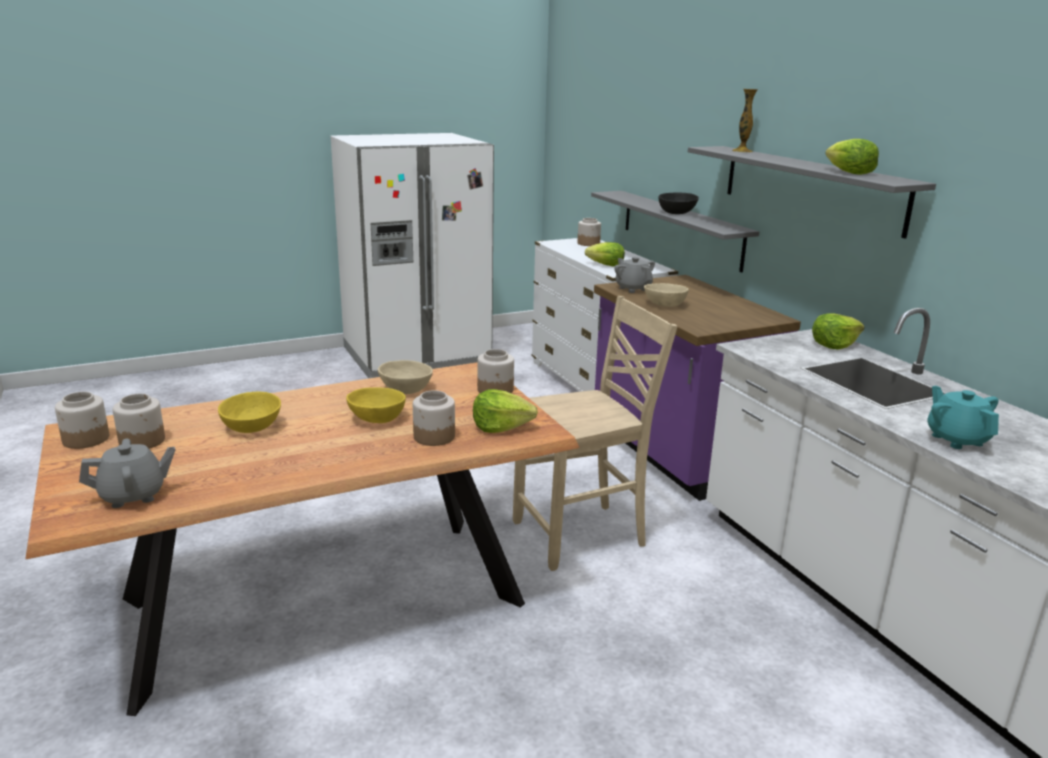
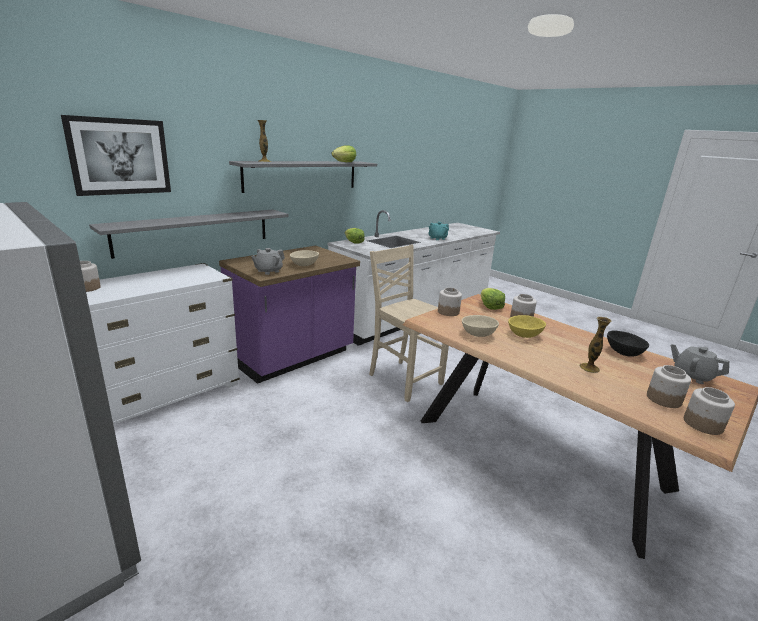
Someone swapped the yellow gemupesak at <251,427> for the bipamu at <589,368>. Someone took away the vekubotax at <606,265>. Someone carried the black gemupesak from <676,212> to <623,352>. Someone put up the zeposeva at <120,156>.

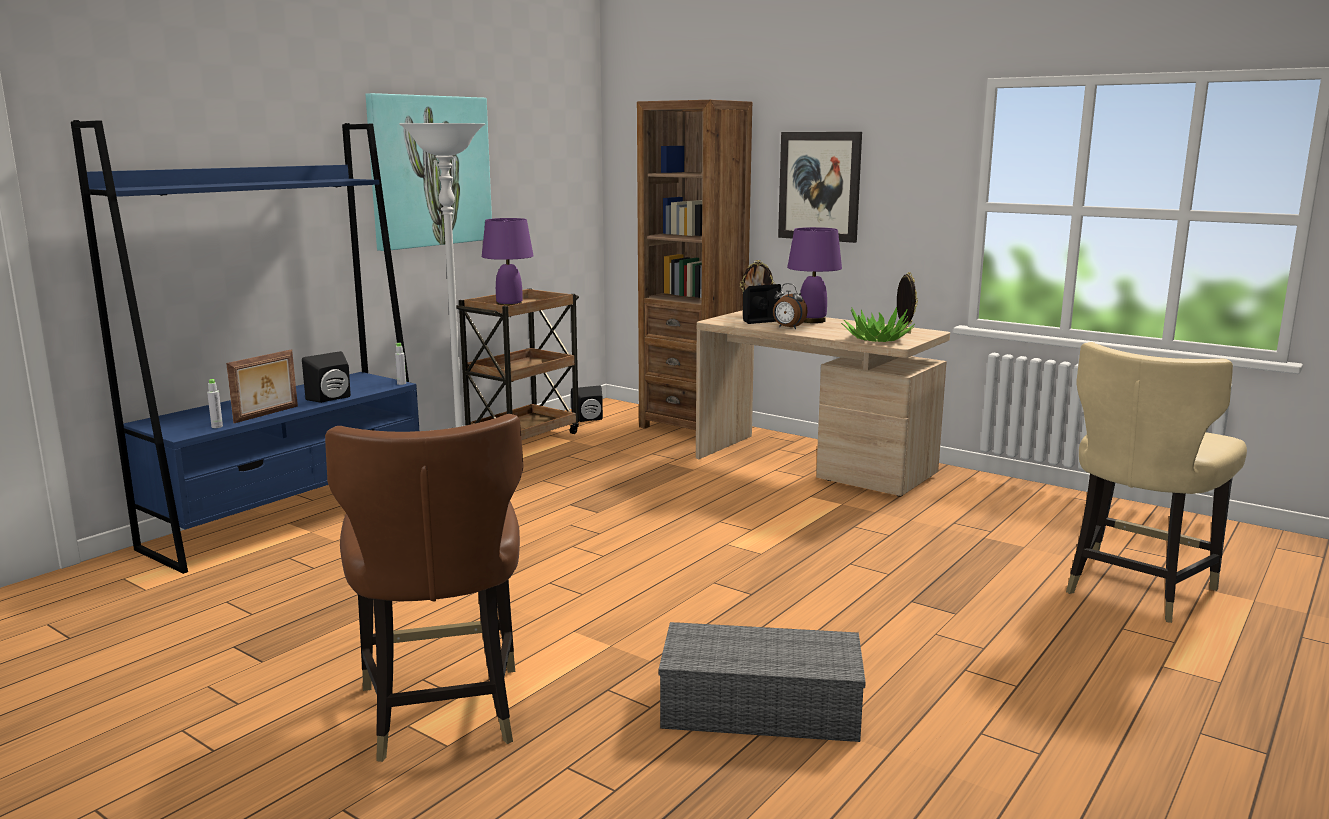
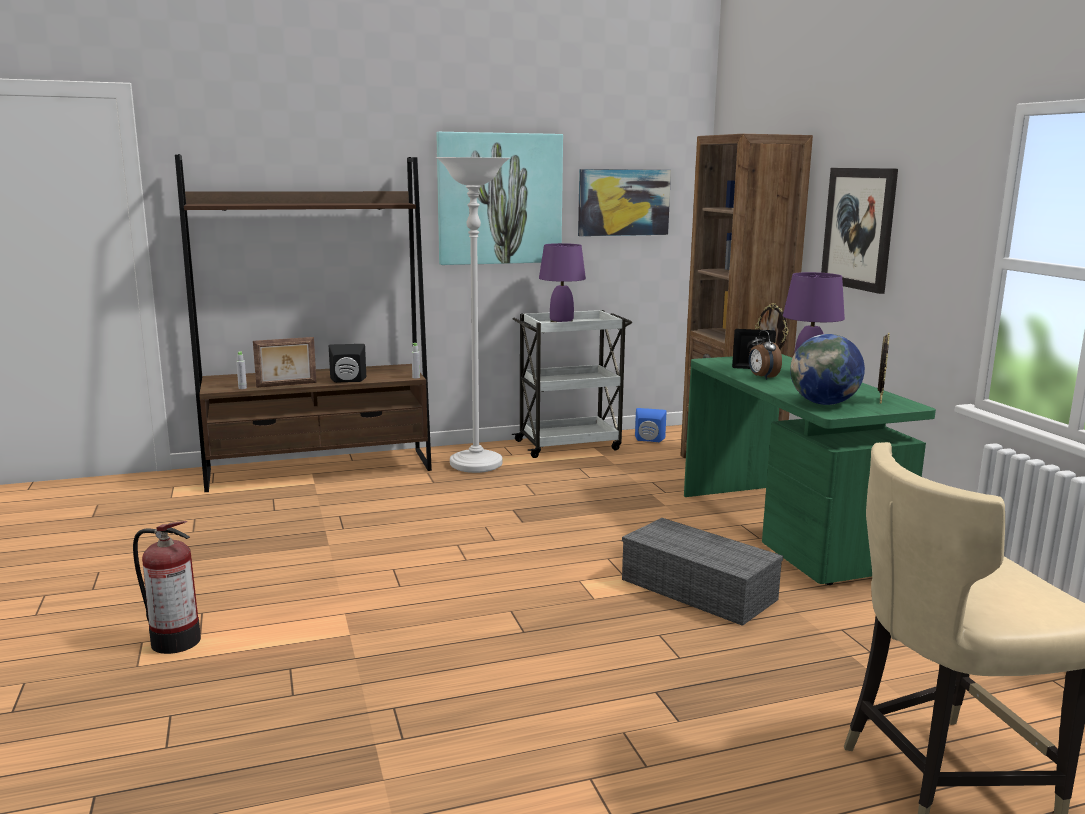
Someone repainted the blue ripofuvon at <291,517>, which became the brown ripofuvon at <320,470>. Someone swapped the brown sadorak at <441,712> for the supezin at <173,640>. Someone repainted the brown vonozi at <523,438>, which became the white vonozi at <569,445>. Someone repainted the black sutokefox at <589,419>, which became the blue sutokefox at <649,440>. Someone carried the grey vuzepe from <763,707> to <701,589>. Someone repainted the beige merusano at <814,466>, which became the green merusano at <788,530>. Someone swapped the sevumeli at <877,339> for the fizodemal at <824,403>. Someone put up the zeposeva at <623,202>.

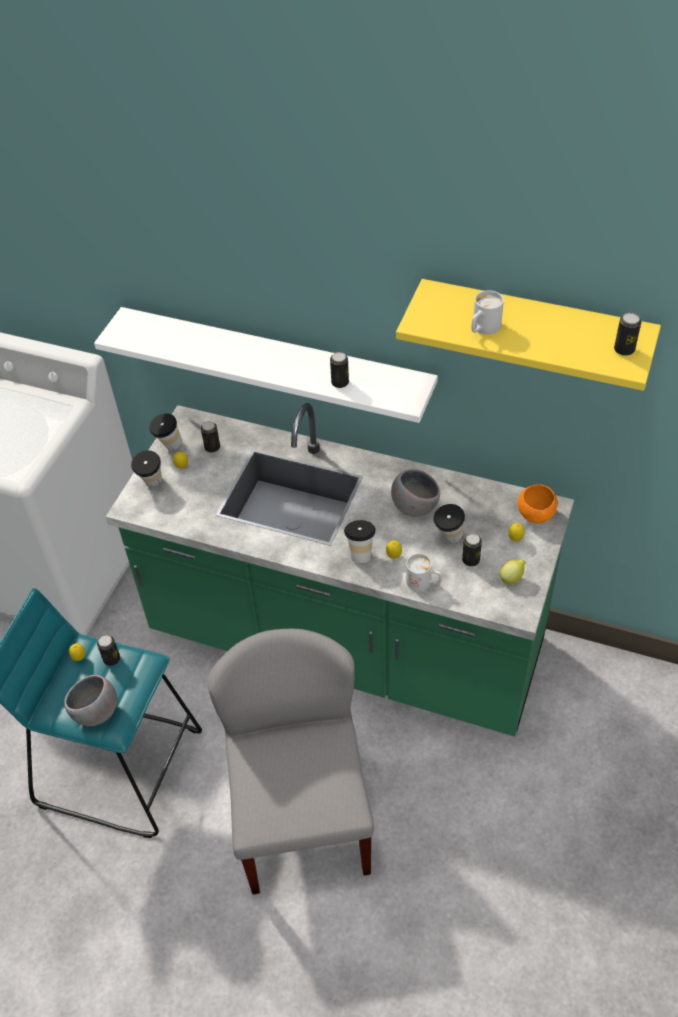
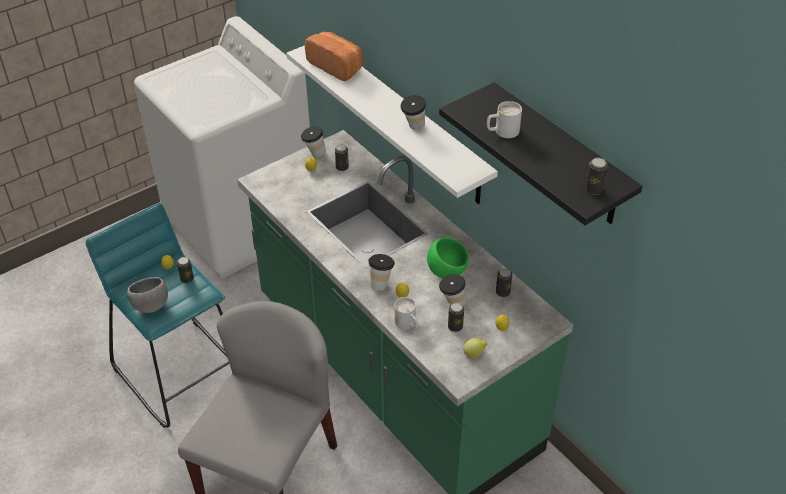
Someone carried the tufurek from <151,484> to <413,128>. Someone carried the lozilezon from <340,383> to <502,292>. Someone repainted the grey gemupesak at <414,507>, which became the green gemupesak at <446,271>. Someone repainted the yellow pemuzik at <534,330>, which became the black pemuzik at <560,156>. Someone took away the orange gemupesak at <535,514>. Someone put down the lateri at <337,66>.

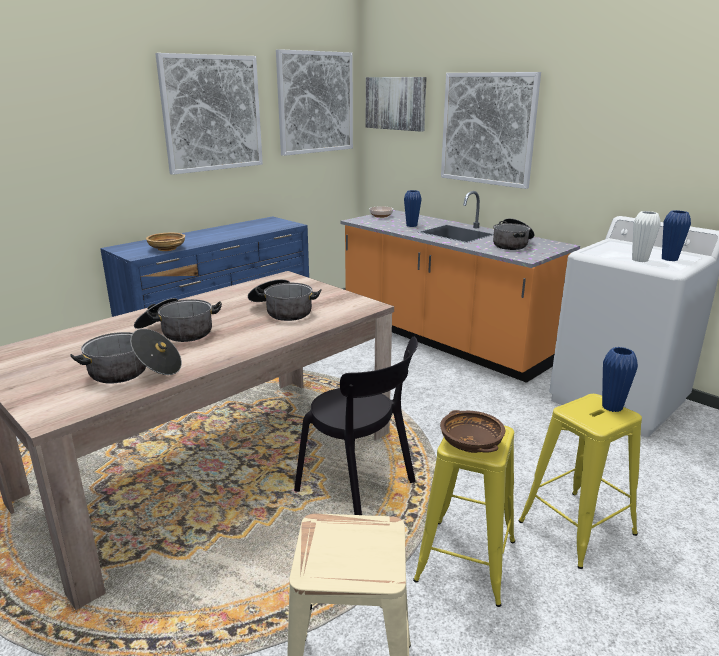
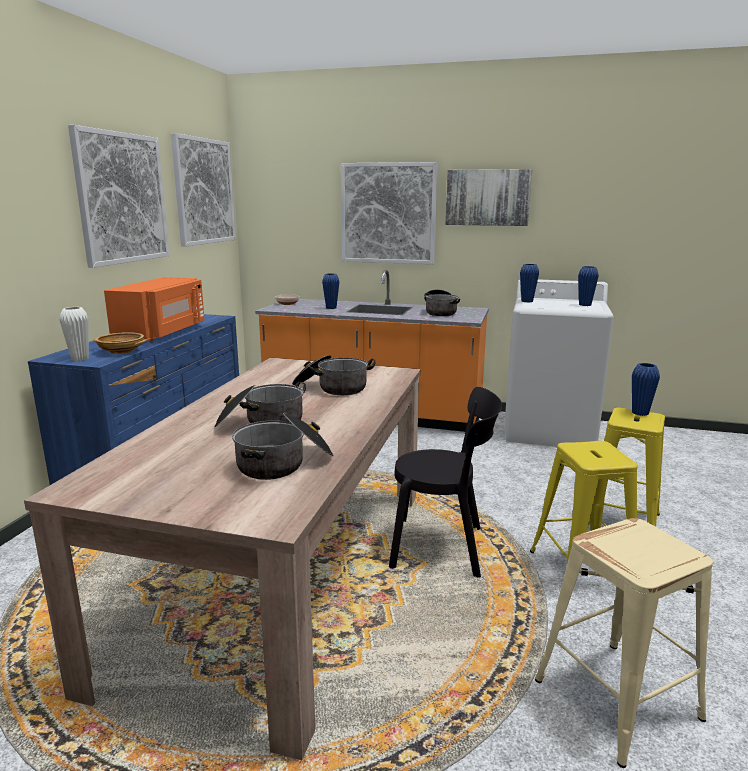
Someone carried the zeposeva from <396,103> to <487,197>. Someone took away the brown gemupesak at <471,444>. Someone carried the white bipamu from <640,260> to <80,359>. Someone put down the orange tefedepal at <163,333>. Someone put down the blue bipamu at <527,301>.

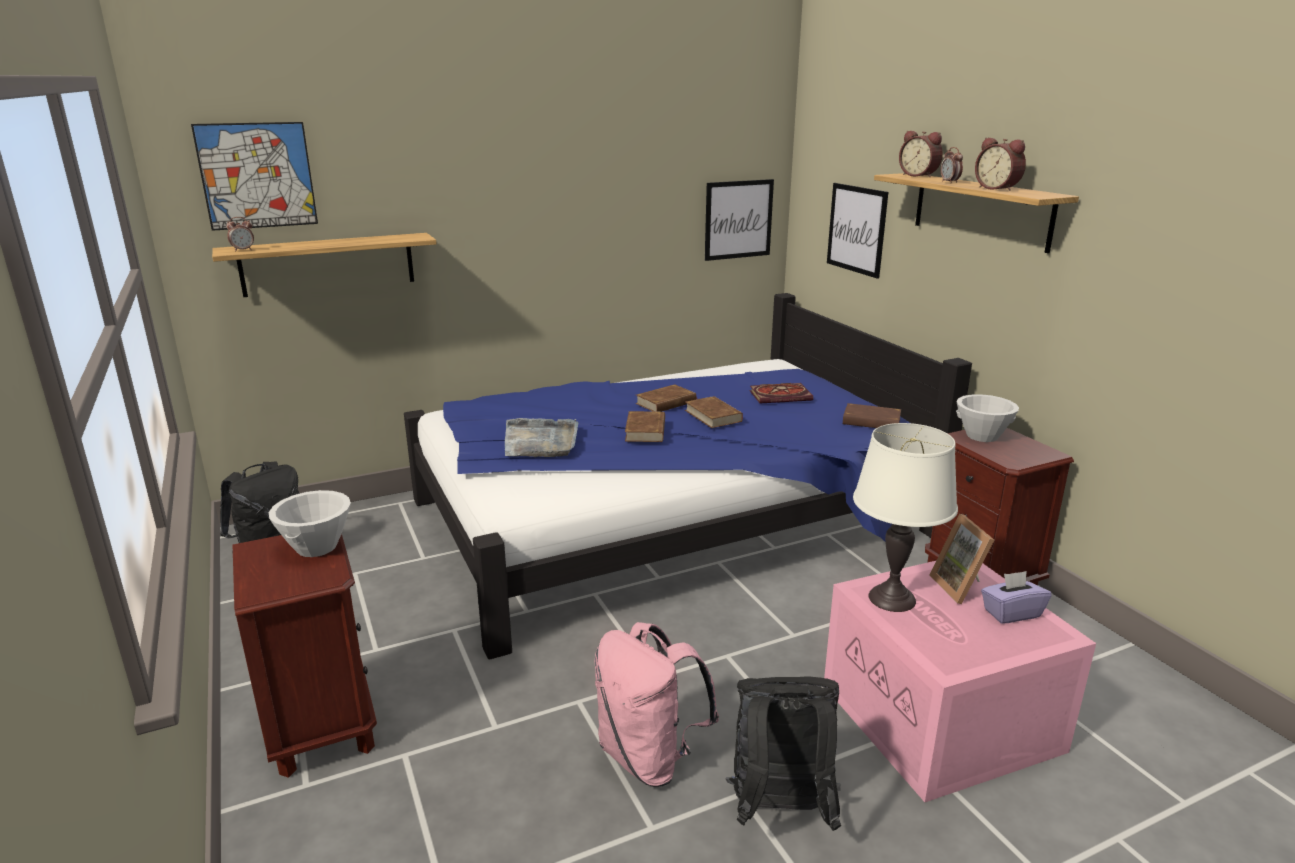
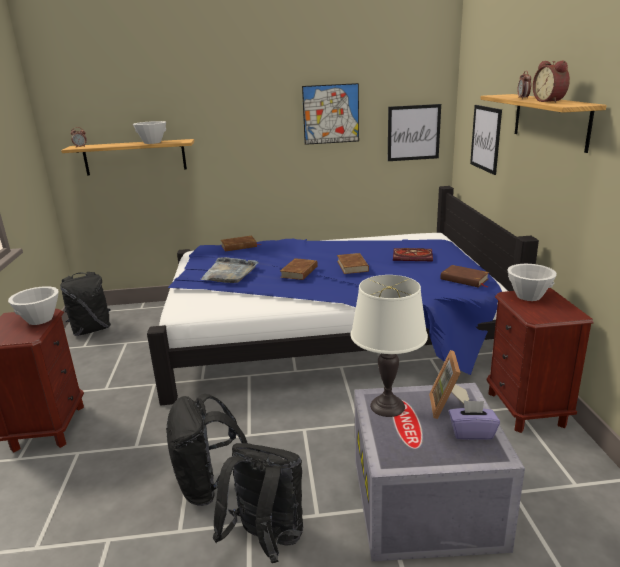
Someone carried the zeposeva from <257,176> to <331,114>. Someone repainted the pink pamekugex at <649,757>, which became the black pamekugex at <209,485>. Someone carried the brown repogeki from <666,403> to <239,246>. Someone repainted the pink vuzepe at <944,718>, which became the grey vuzepe at <428,504>. Someone took away the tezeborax at <919,175>. Someone put down the white gemupesak at <152,142>.

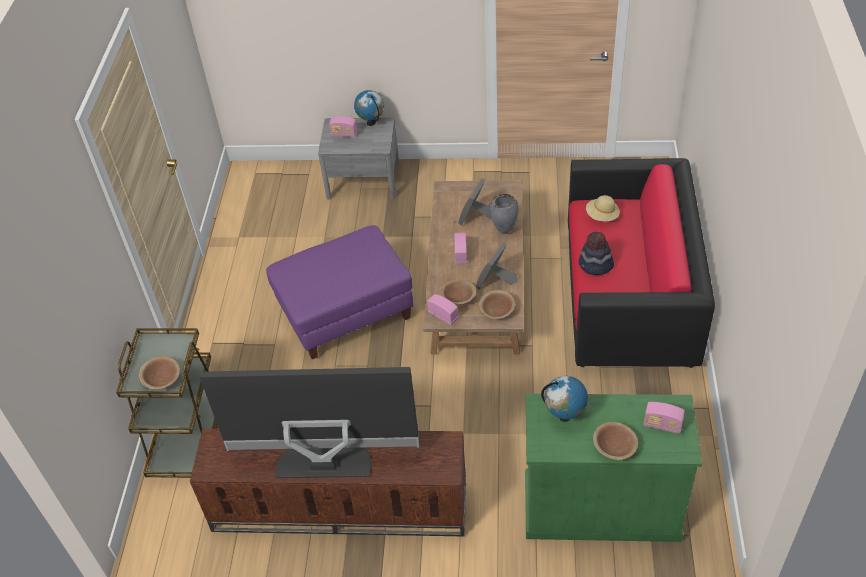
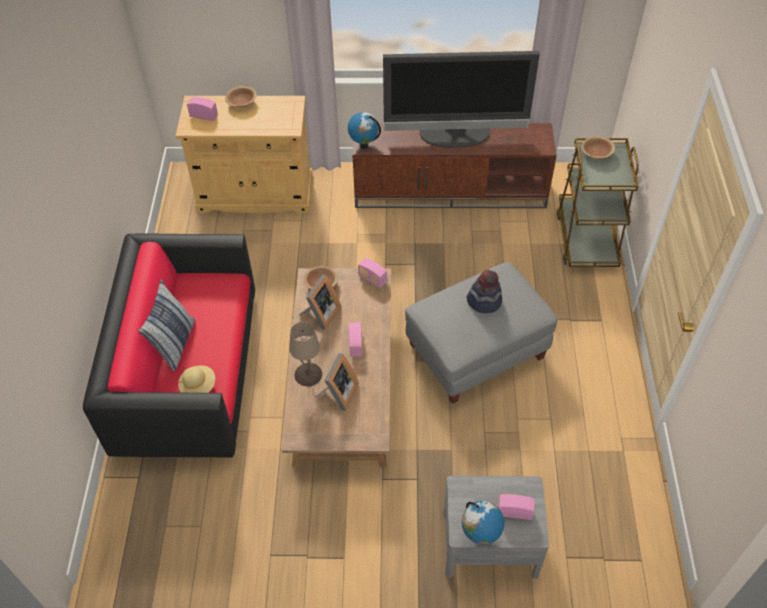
Someone repainted the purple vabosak at <345,313>, which became the grey vabosak at <476,351>. Someone took away the brown gemupesak at <458,298>. Someone swapped the grey bipamu at <504,232> for the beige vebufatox at <308,374>. Someone repainted the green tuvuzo at <601,507>, which became the beige tuvuzo at <255,194>. Someone carried the fizodemal from <564,416> to <364,145>. Someone carried the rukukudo from <595,265> to <484,301>. Someone put down the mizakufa at <175,344>.

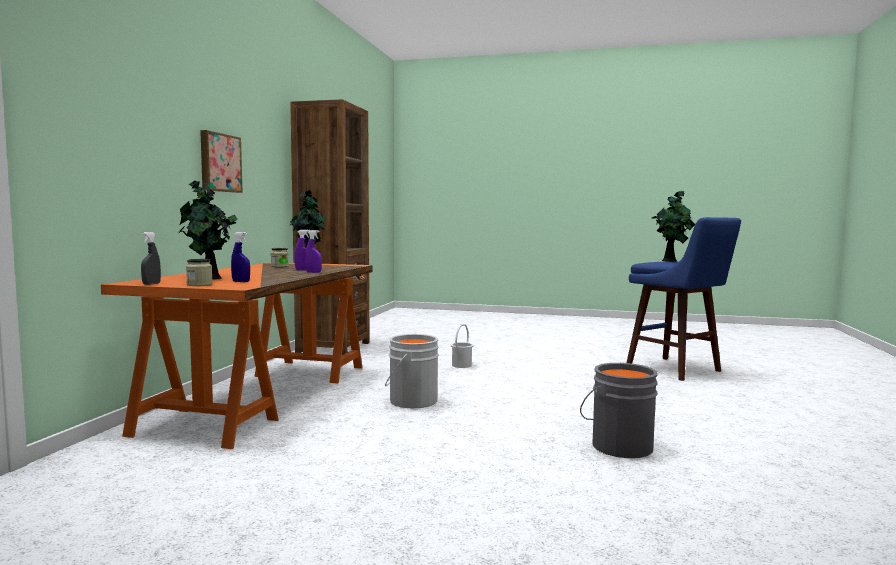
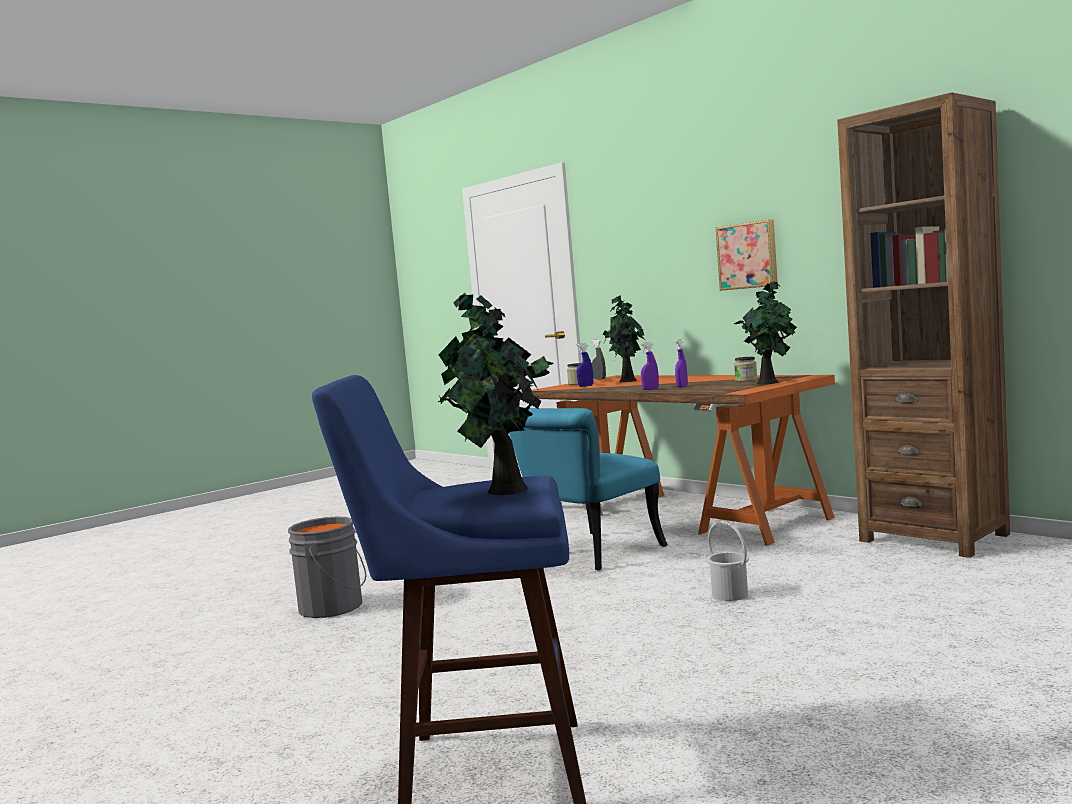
Someone swapped the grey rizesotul at <411,401> for the turquoise sadorak at <587,555>.

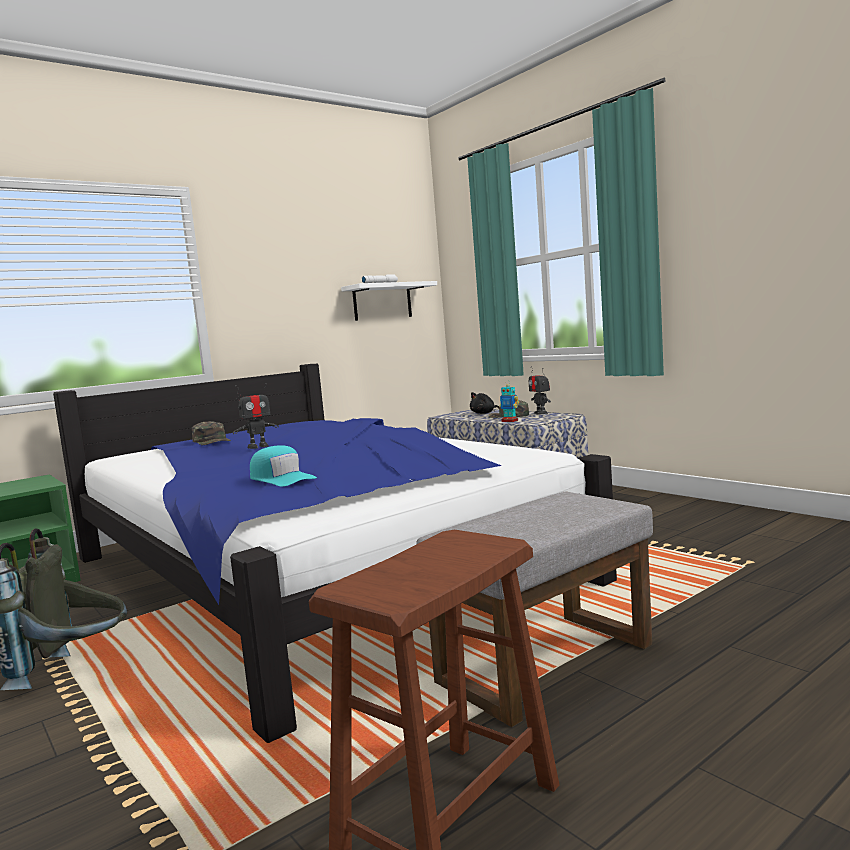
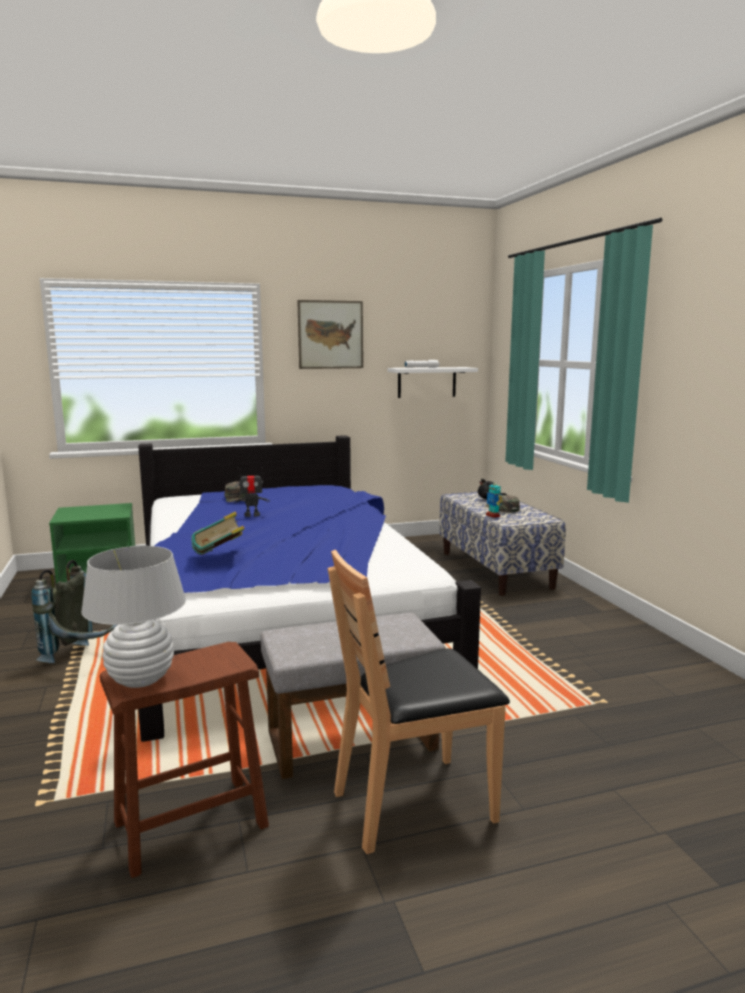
Someone swapped the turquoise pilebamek at <281,479> for the repogeki at <219,558>. Someone took away the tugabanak at <540,413>. Someone put down the white vebufatox at <141,679>. Someone put up the zeposeva at <330,334>. Someone put down the brown sadorak at <415,804>.

